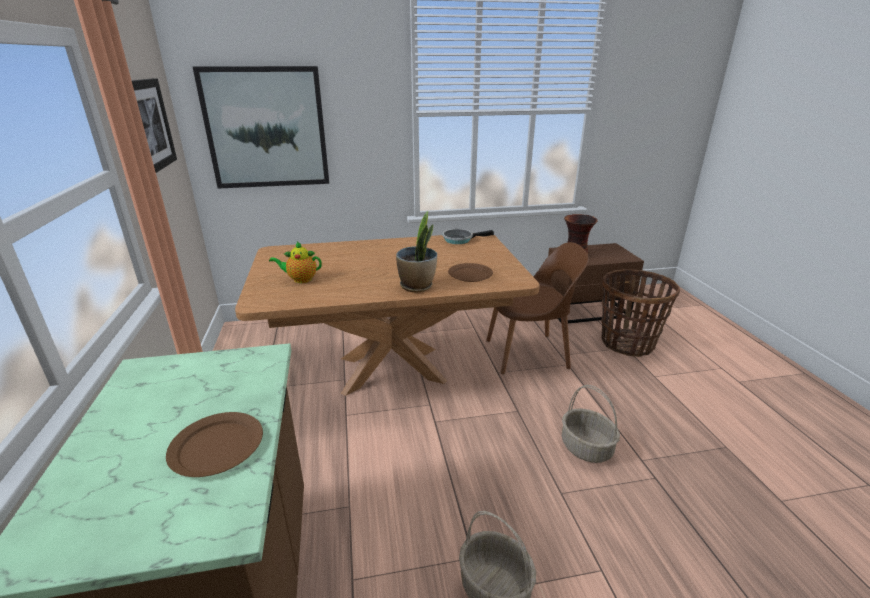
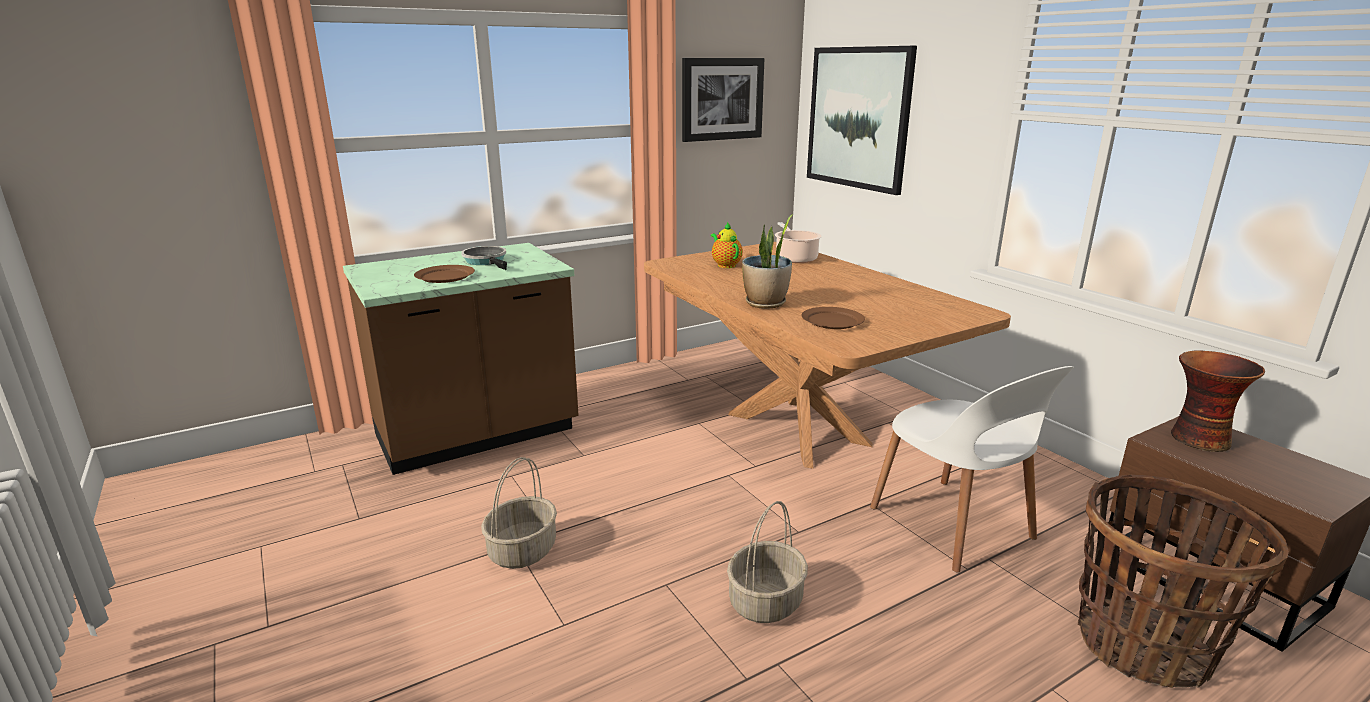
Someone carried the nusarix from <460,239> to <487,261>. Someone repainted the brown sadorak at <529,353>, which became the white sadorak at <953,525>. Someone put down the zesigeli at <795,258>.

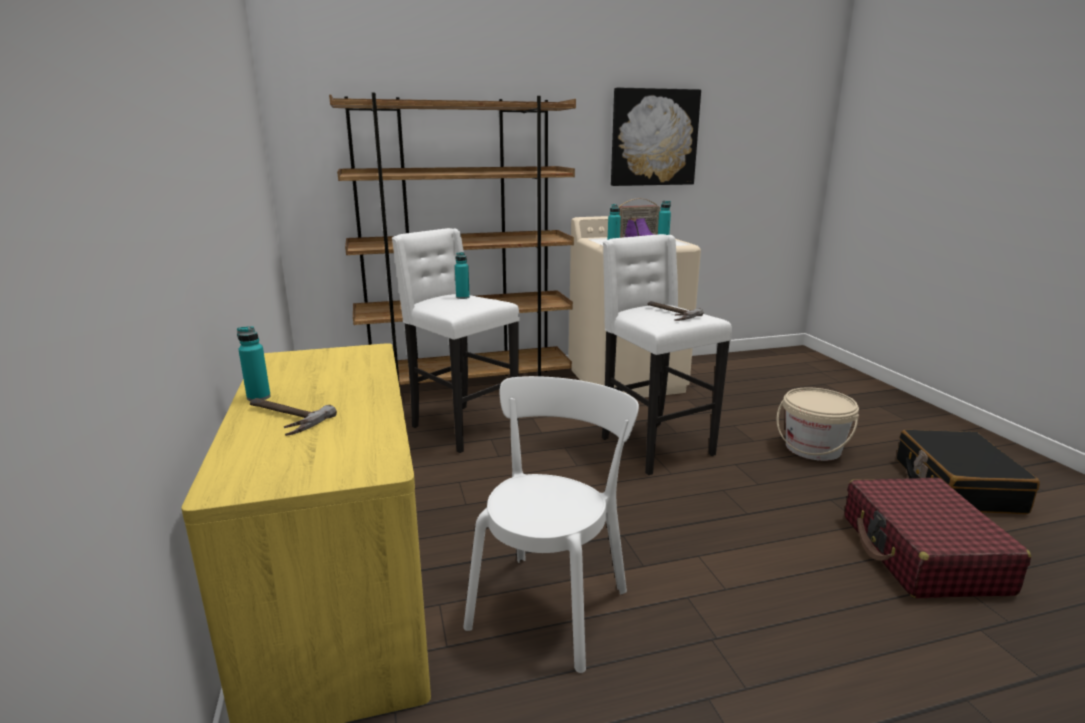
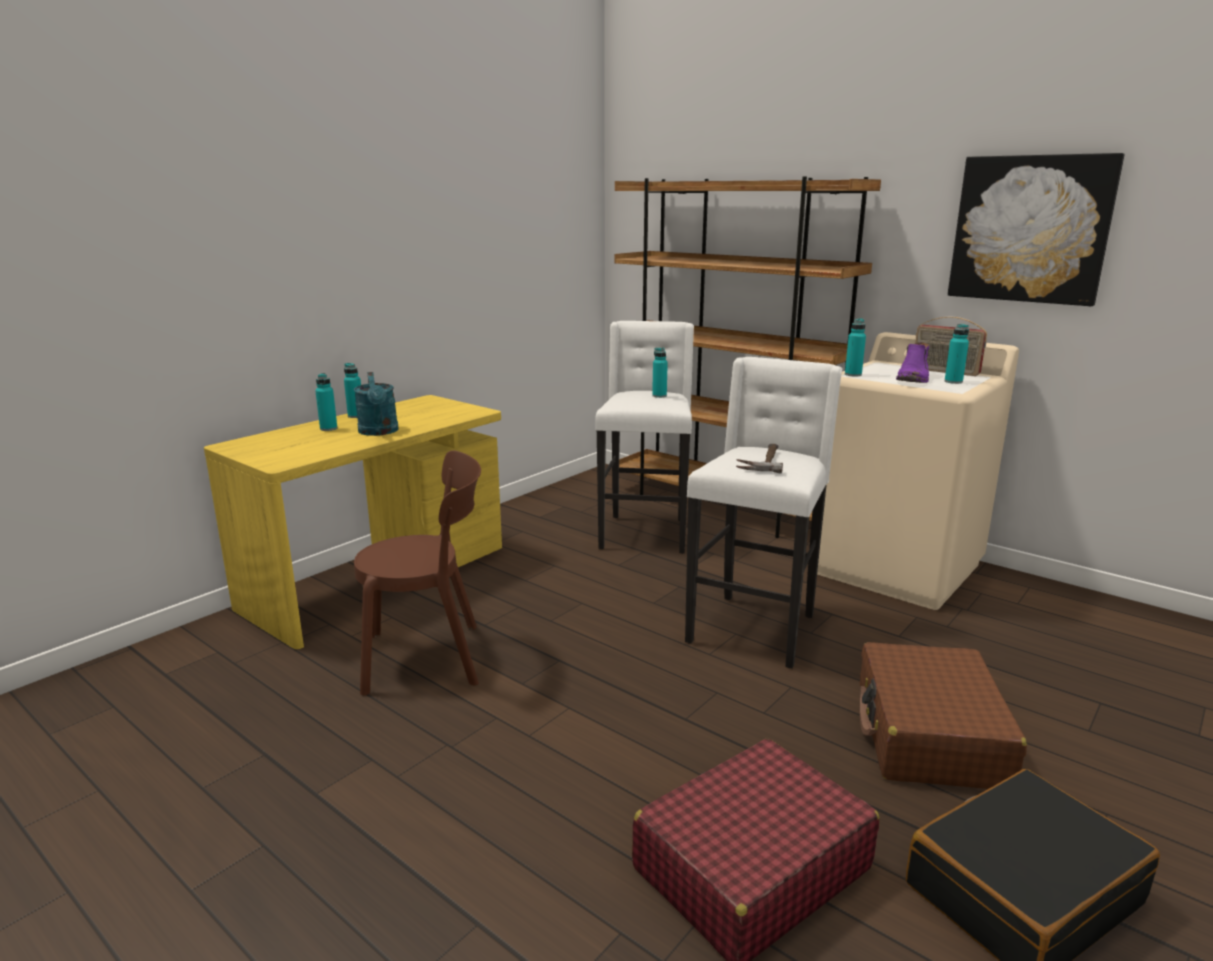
Someone swapped the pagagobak at <281,418> for the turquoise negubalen at <328,428>. Someone repainted the white sadorak at <551,603>, which became the brown sadorak at <430,657>. Someone swapped the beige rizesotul at <813,448> for the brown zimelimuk at <929,735>. Someone put down the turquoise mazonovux at <379,432>.

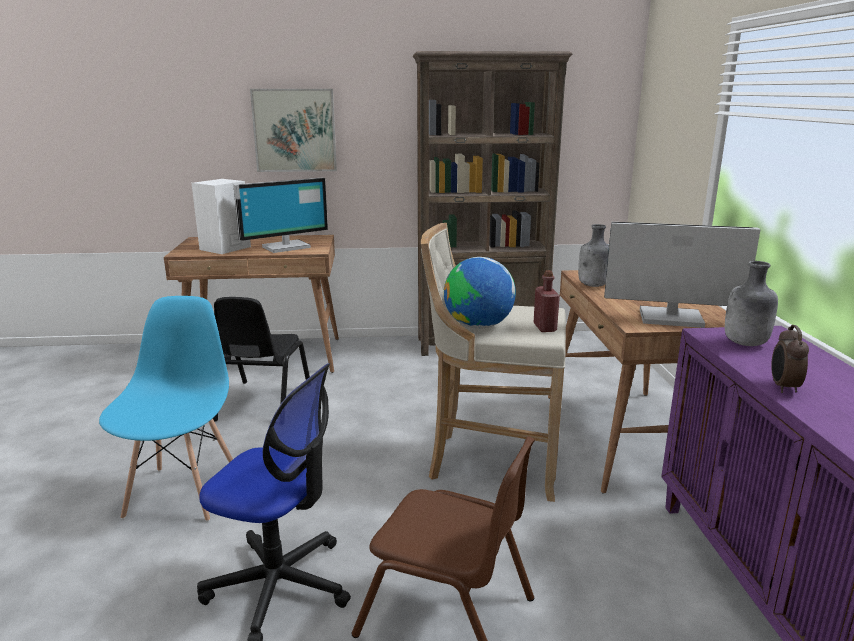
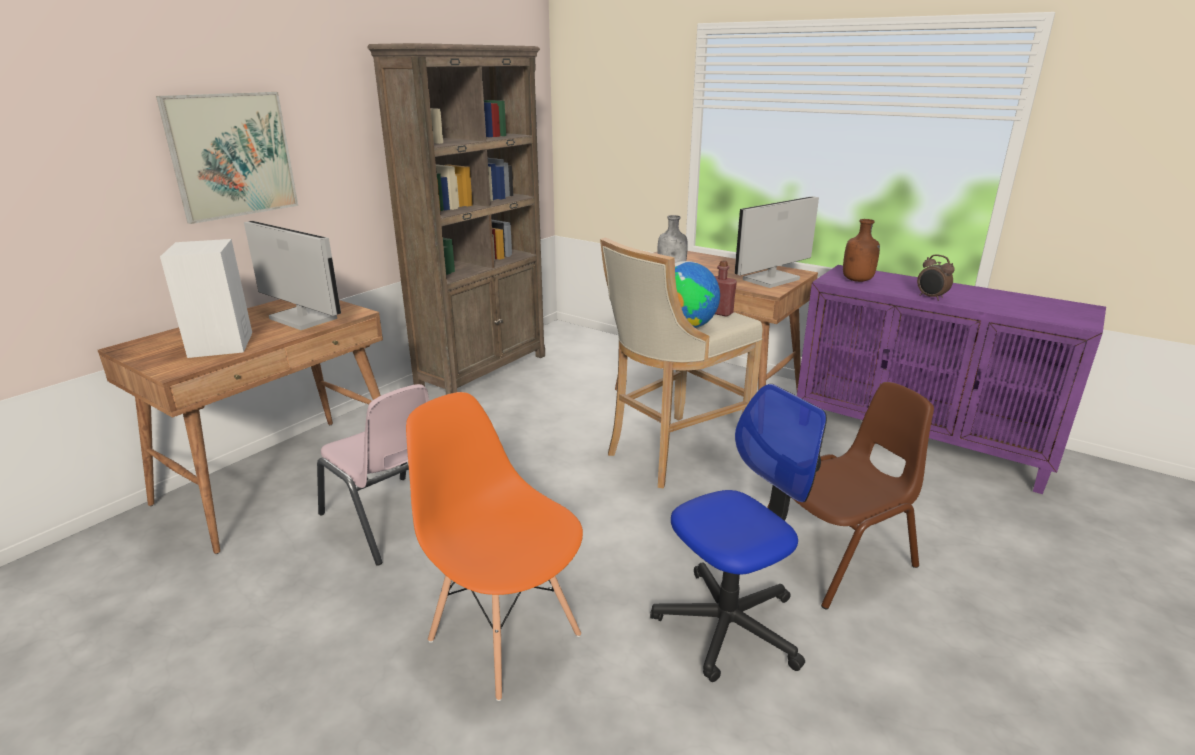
Someone repainted the blue sadorak at <184,493>, which became the orange sadorak at <504,636>. Someone repainted the black sadorak at <262,402>, which became the pink sadorak at <390,519>. Someone rotated the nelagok at <285,247> by 60 degrees counterclockwise. Someone repainted the grey negubalen at <745,343>, which became the brown negubalen at <858,280>.

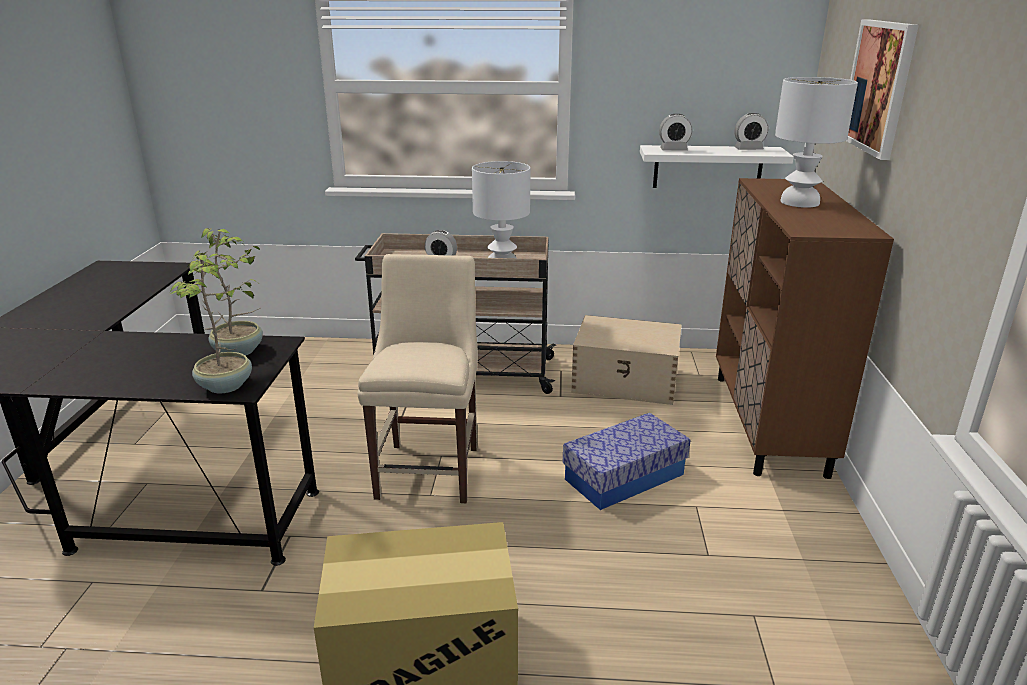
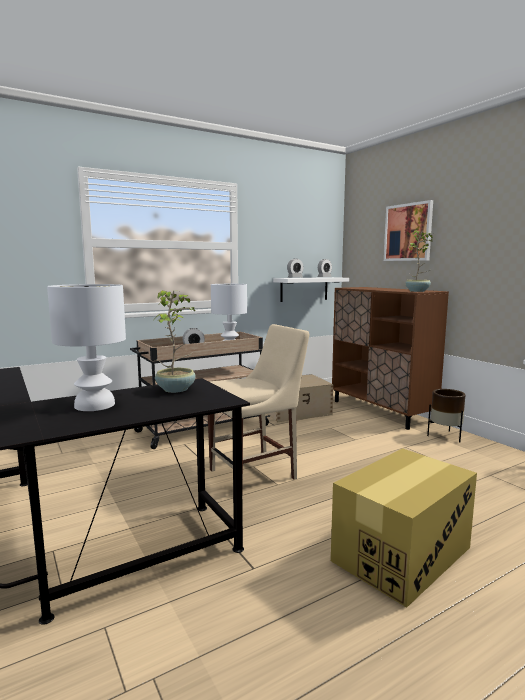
Someone carried the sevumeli from <226,386> to <418,291>. Someone rotated the beige sadorak at <430,468> by 90 degrees clockwise. Someone took away the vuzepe at <624,477>. Someone carried the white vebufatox from <799,202> to <94,405>. Someone put down the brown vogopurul at <445,436>.

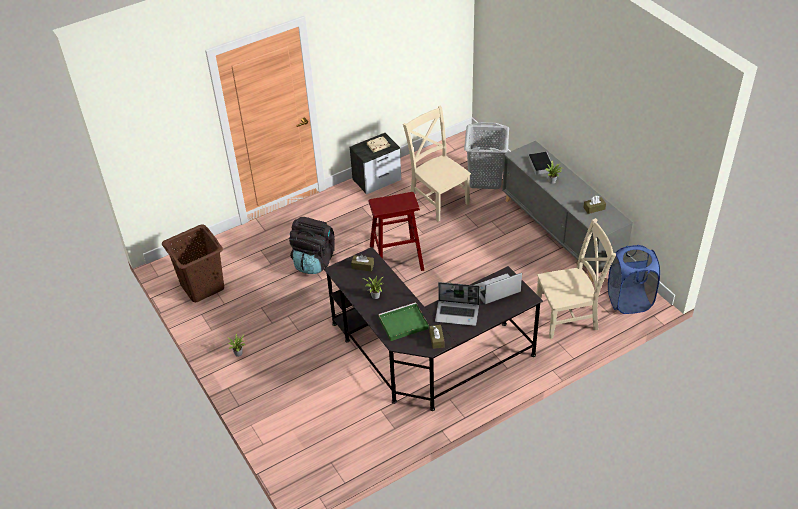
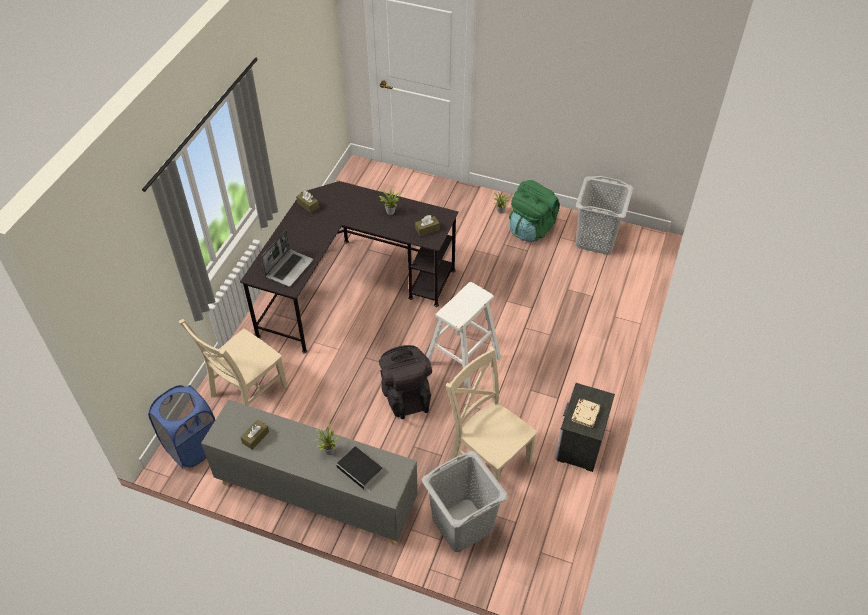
Someone repainted the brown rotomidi at <202,286>, which became the grey rotomidi at <596,239>. Someone carried the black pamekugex from <314,261> to <406,395>. Someone repainted the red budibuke at <396,258>, which became the white budibuke at <462,360>. Someone took away the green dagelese at <402,324>. Someone rotated the beige sadorak at <438,199> by 150 degrees counterclockwise. Someone took away the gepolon at <457,313>. Someone put down the green pamekugex at <531,228>.

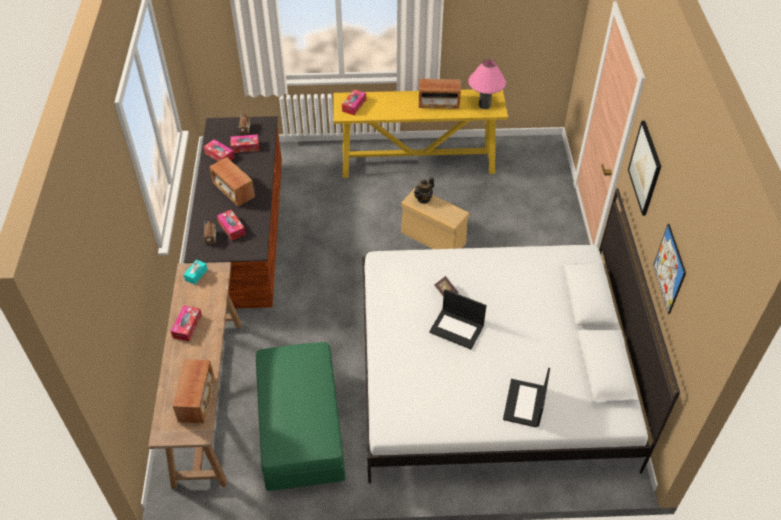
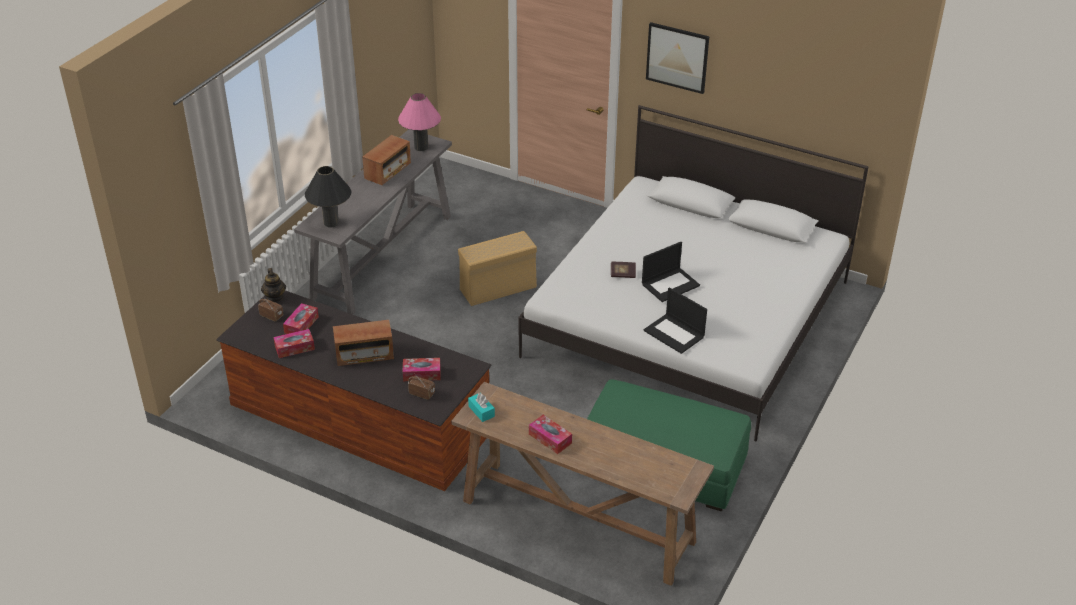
Someone took away the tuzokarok at <197,399>. Someone repainted the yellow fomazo at <418,162>, which became the grey fomazo at <383,256>. Someone swapped the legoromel at <354,105> for the black vebufatox at <331,223>. Someone carried the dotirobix from <423,199> to <275,297>. Someone carried the gepolon from <525,404> to <675,334>. Someone took away the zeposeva at <669,269>.

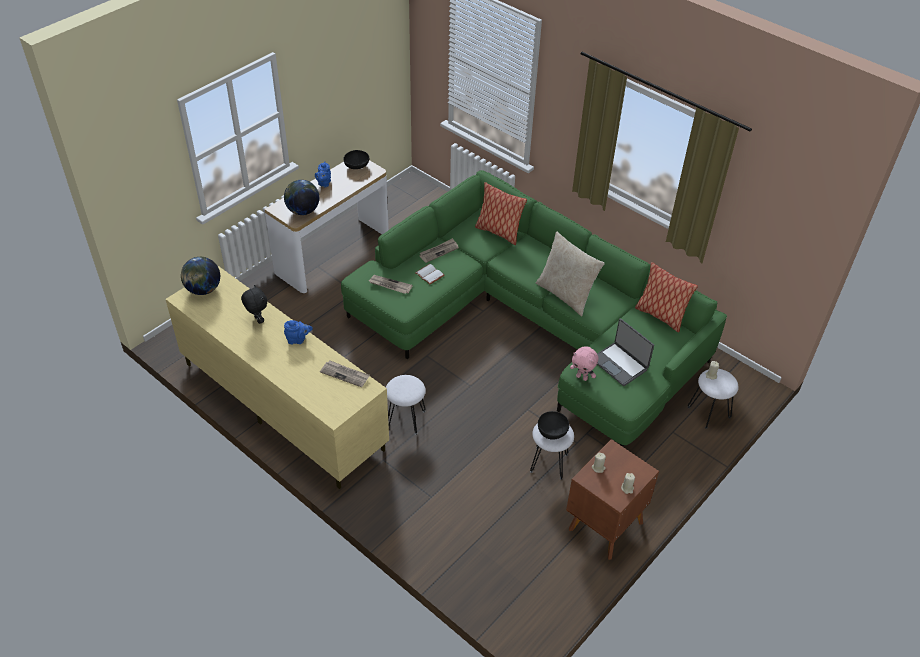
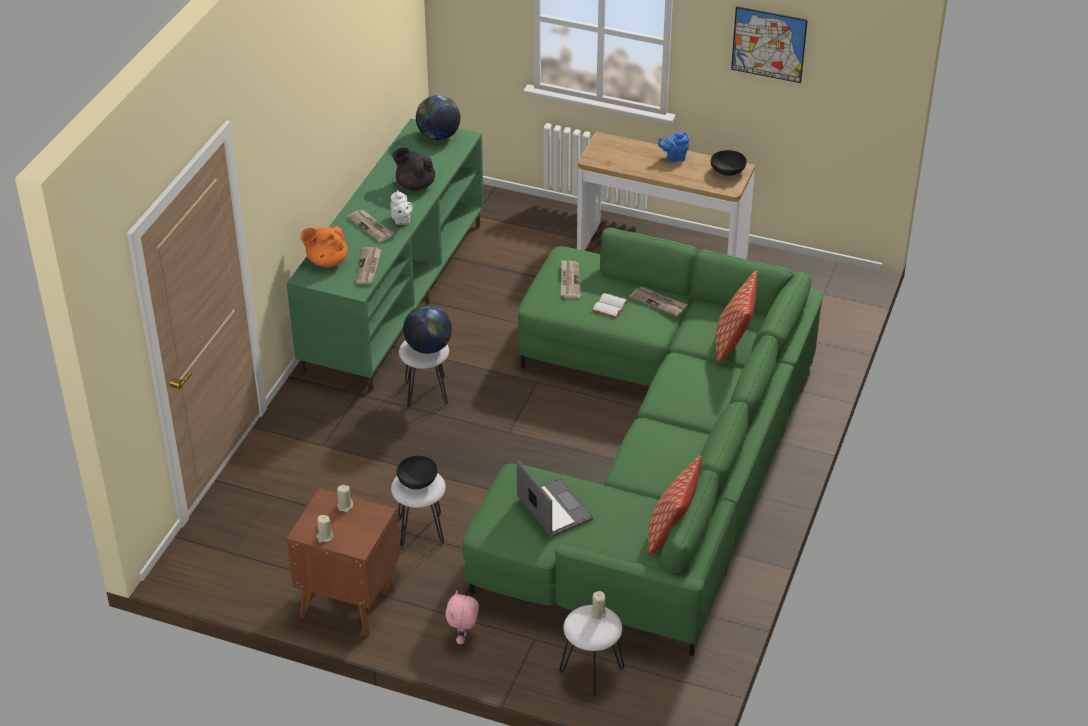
Someone repainted the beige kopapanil at <282,405>, which became the green kopapanil at <395,295>. Someone swapped the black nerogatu at <257,320> for the black dotirobix at <415,185>. Someone carried the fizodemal from <303,211> to <428,348>. Someone repainted the blue dotirobix at <298,340>, which became the white dotirobix at <401,220>. Someone took away the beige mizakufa at <566,294>. Someone carried the pink nerogatu from <582,377> to <463,637>. Someone rotated the gepolon at <620,364> by 120 degrees clockwise. Someone put down the orange dotirobix at <326,261>. Someone put down the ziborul at <371,227>. Someone put up the zeposeva at <769,44>.

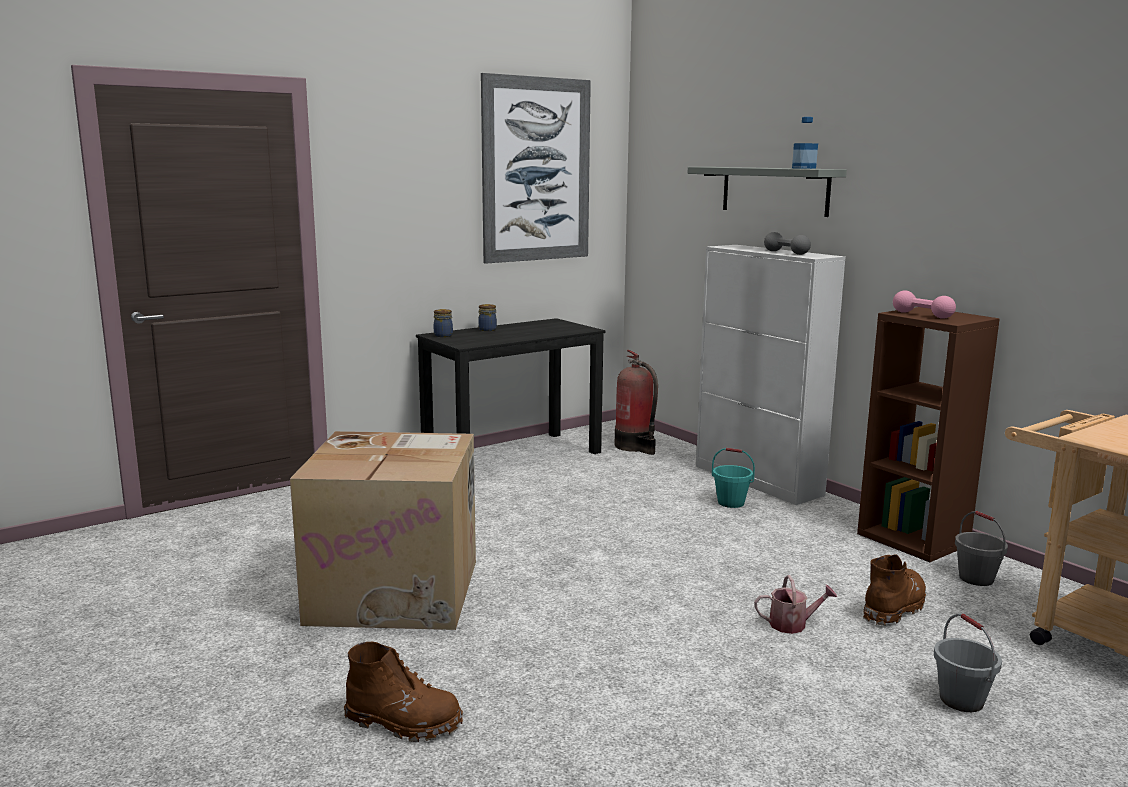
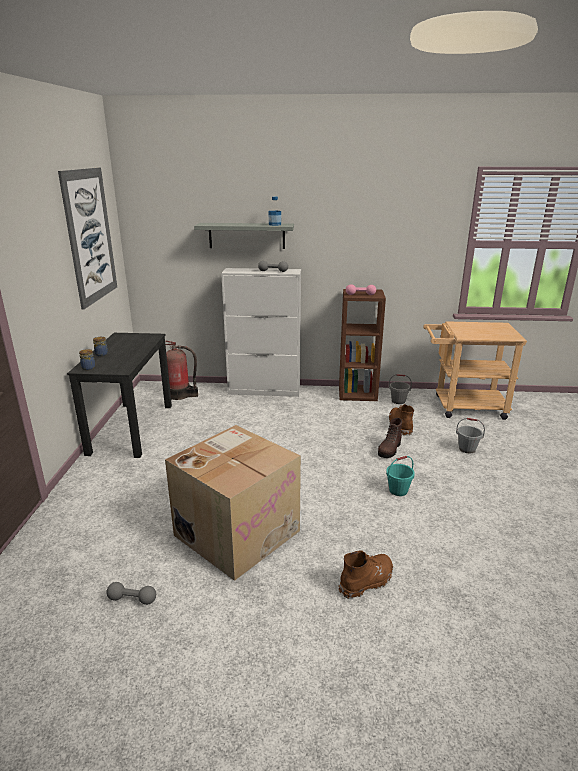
Someone carried the turquoise rizesotul from <731,503> to <398,490>. Someone swapped the mazonovux at <793,624> for the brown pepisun at <389,450>. Someone put down the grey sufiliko at <132,599>.

